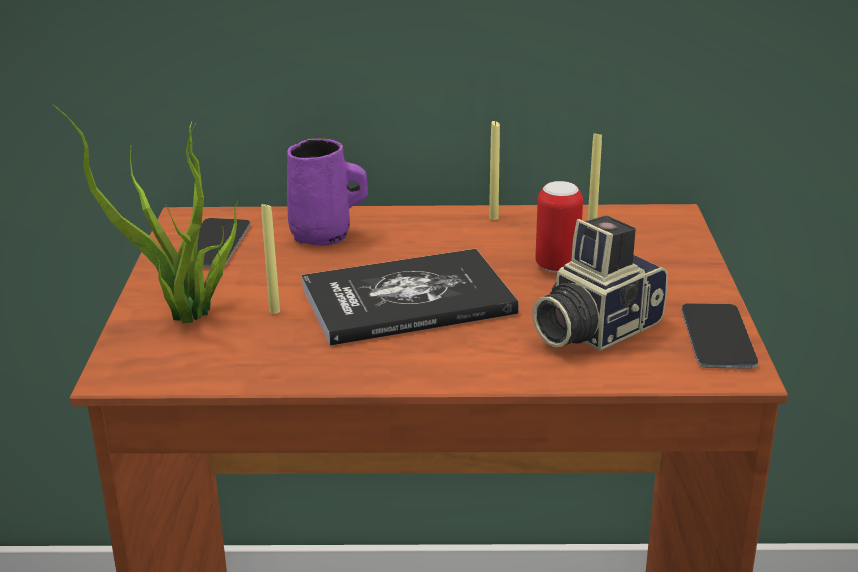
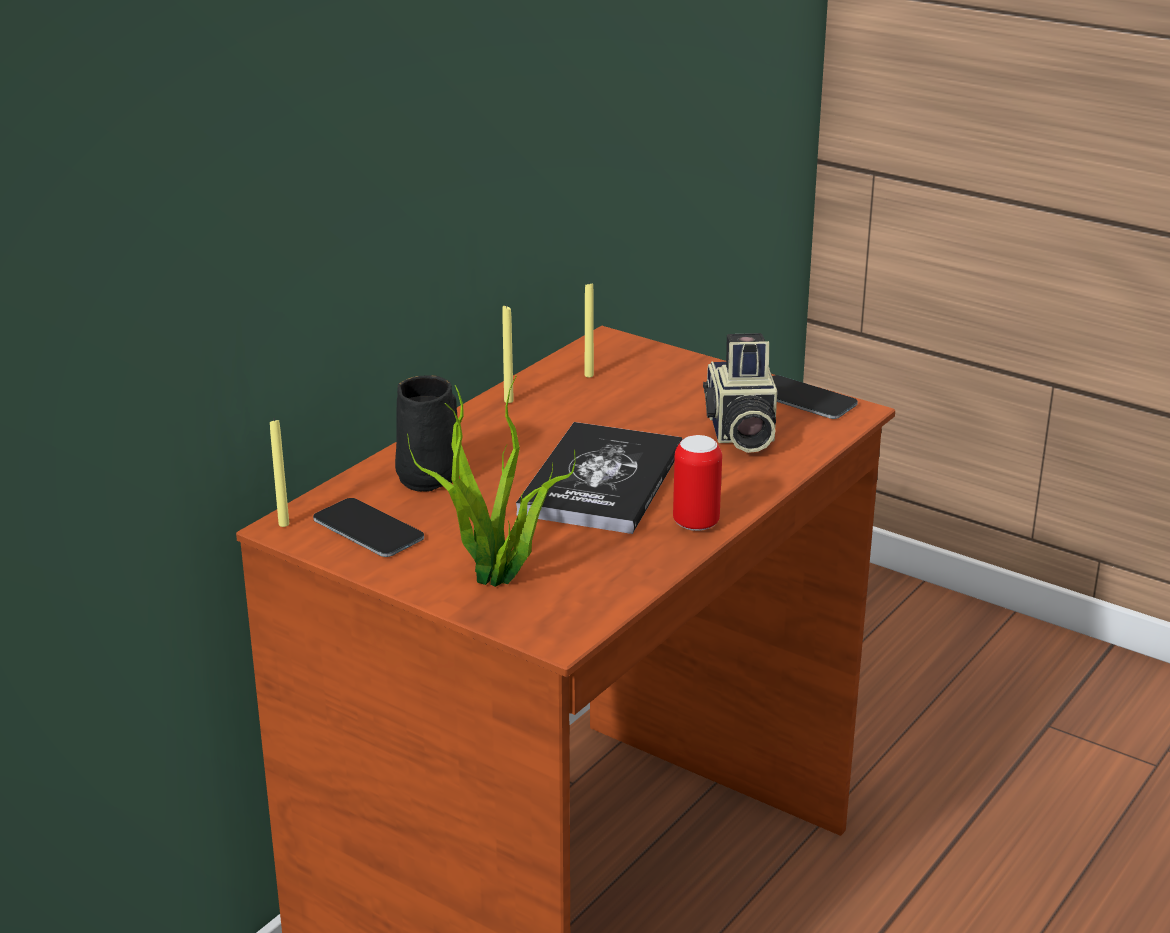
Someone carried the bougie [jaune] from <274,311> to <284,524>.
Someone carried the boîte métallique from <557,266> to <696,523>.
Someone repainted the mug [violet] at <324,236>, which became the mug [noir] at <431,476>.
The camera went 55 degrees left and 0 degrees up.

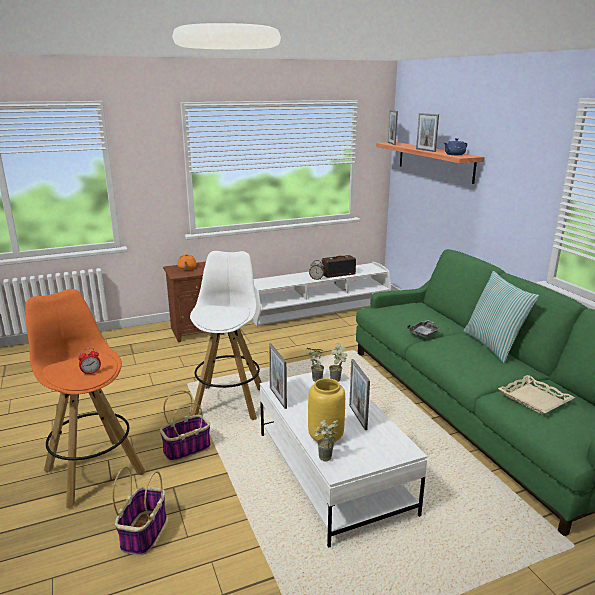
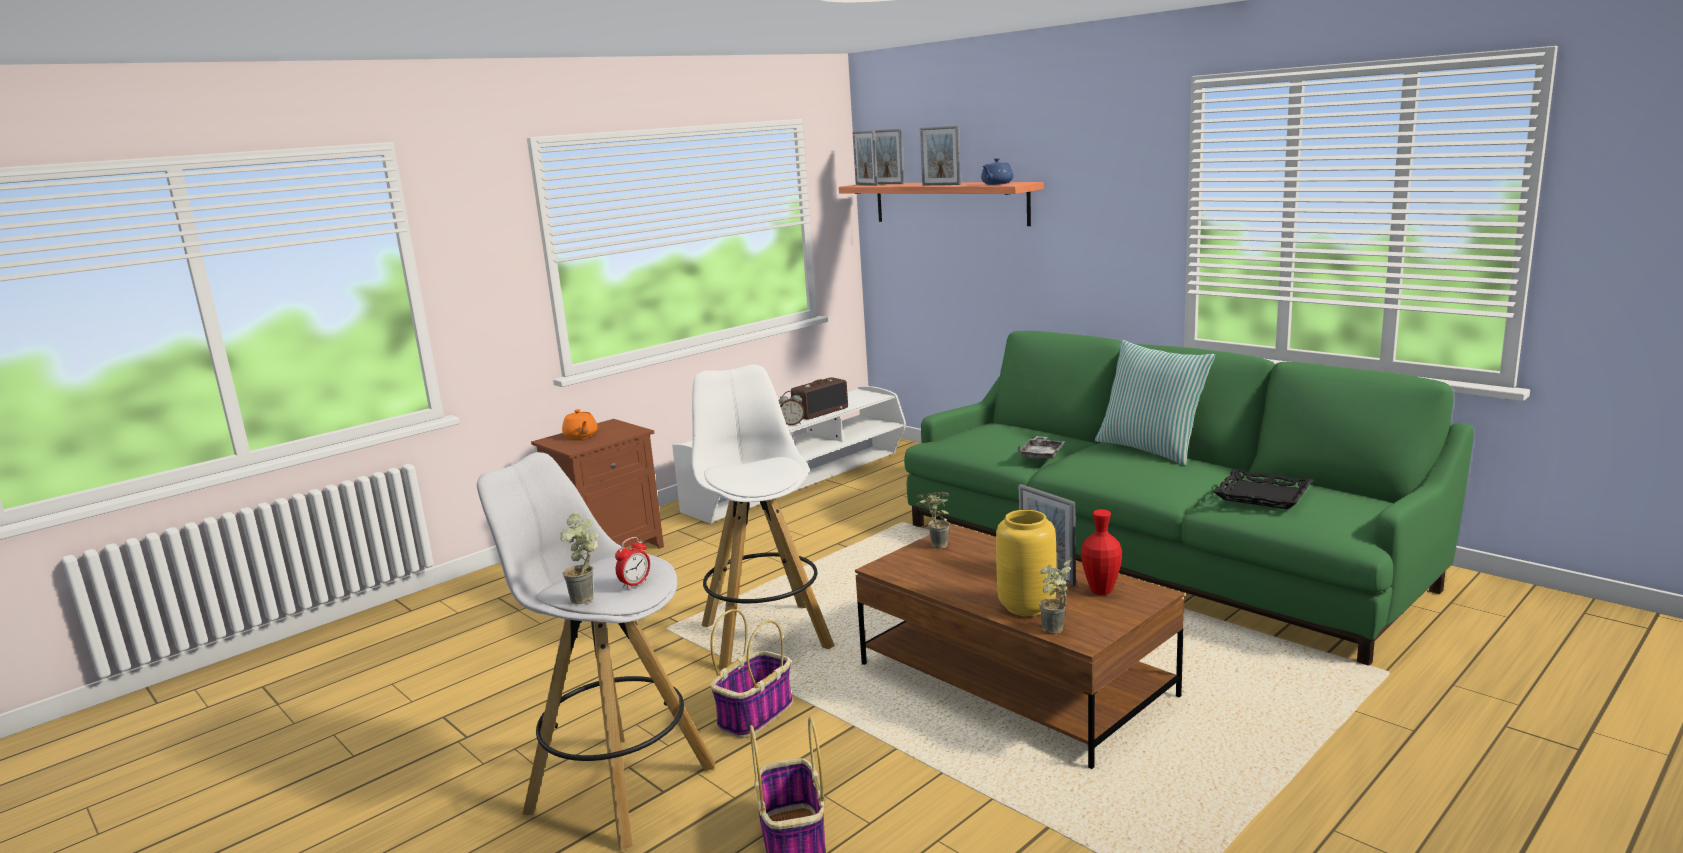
Someone put down the vase [rouge] at <1101,591>.
Someone carried the cadre photo from <278,397> to <887,184>.
Someone carried the plante en pot from <338,380> to <589,599>.
Someone repainted the tabouret [orange] at <94,471>, which became the tabouret [blanc] at <618,788>.
Someone repainted the table basse [blanc] at <333,472>, which became the table basse [marron] at <1014,680>.
Someone repainted the plateau [beige] at <534,399>, which became the plateau [noir] at <1262,495>.
The camera went 20 degrees left and 5 degrees down.

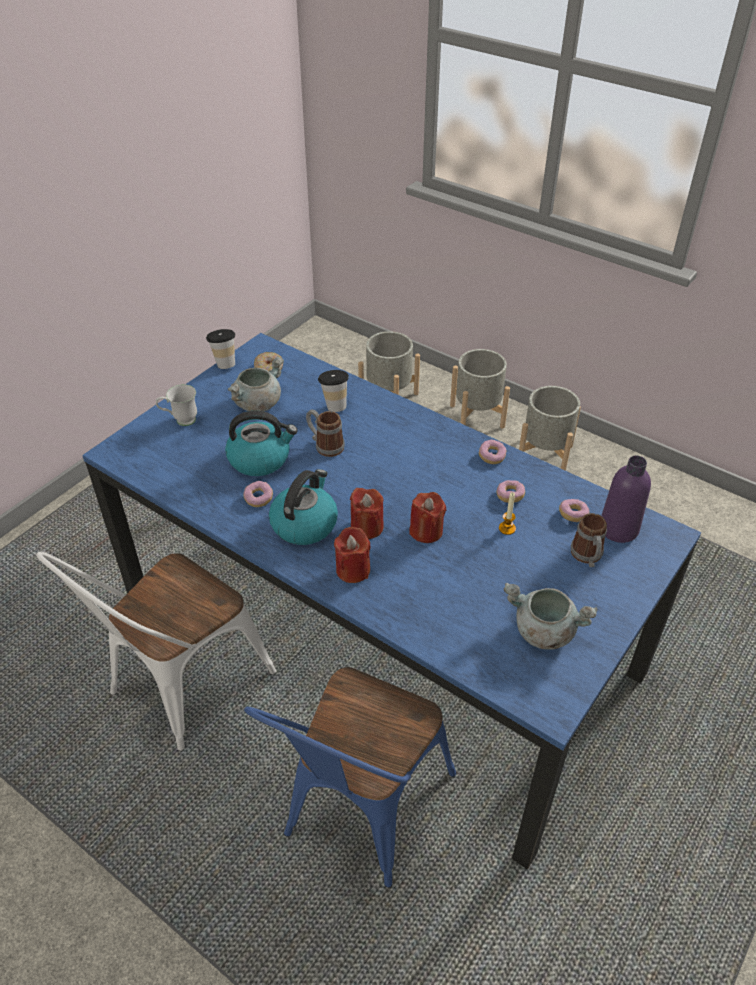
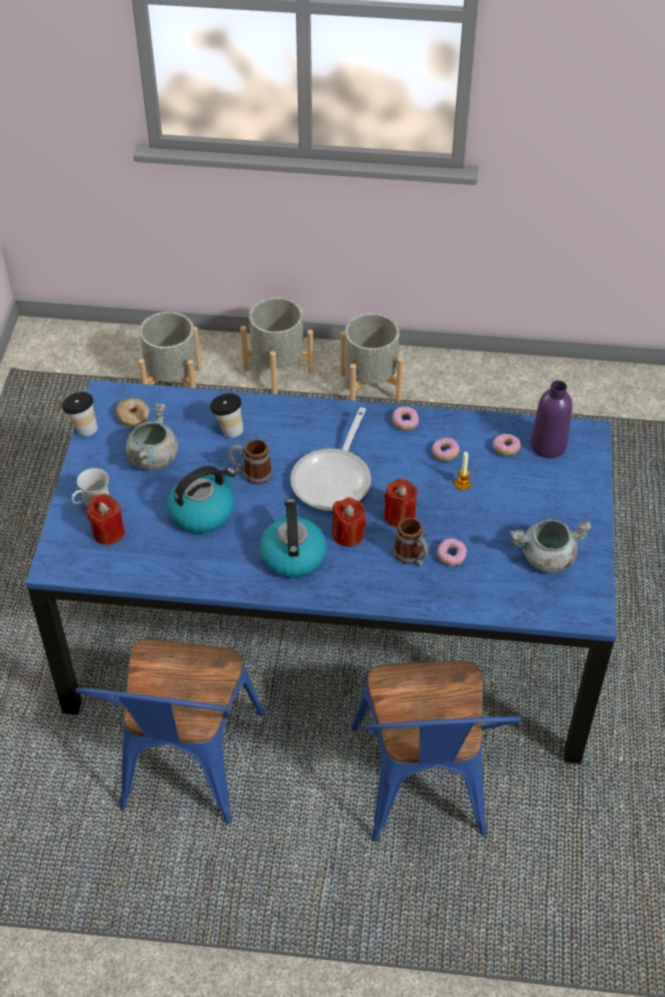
Someone put down the poêle at <334,479>.
Someone carried the beignet from <258,499> to <451,556>.
Someone carried the bougie [rouge] from <353,570> to <108,532>.
Someone carried the mug from <587,557> to <412,557>.
Someone repainted the chaise [blanc] at <180,689>, which became the chaise [bleu] at <185,771>.
The camera went 30 degrees left and 5 degrees up.

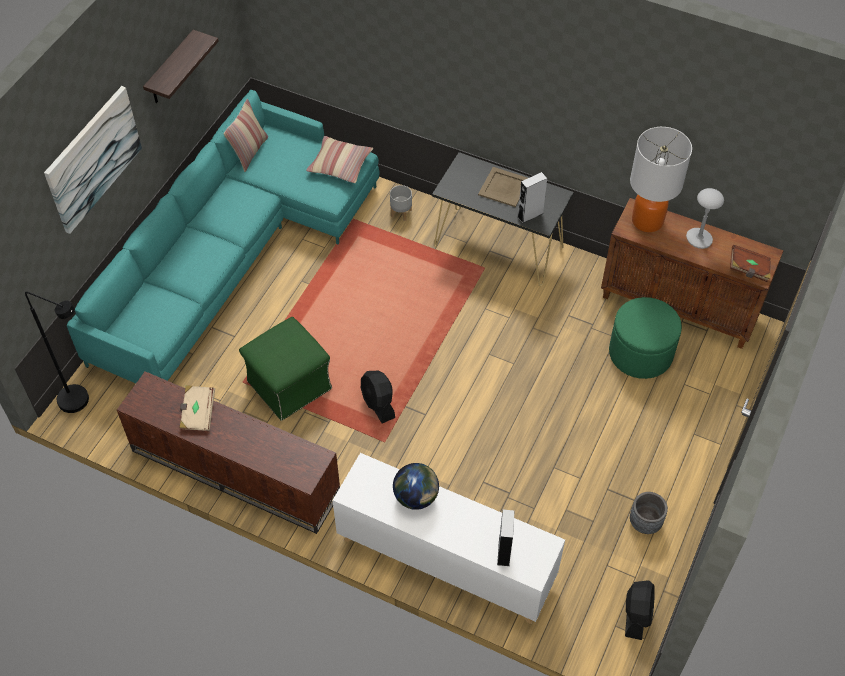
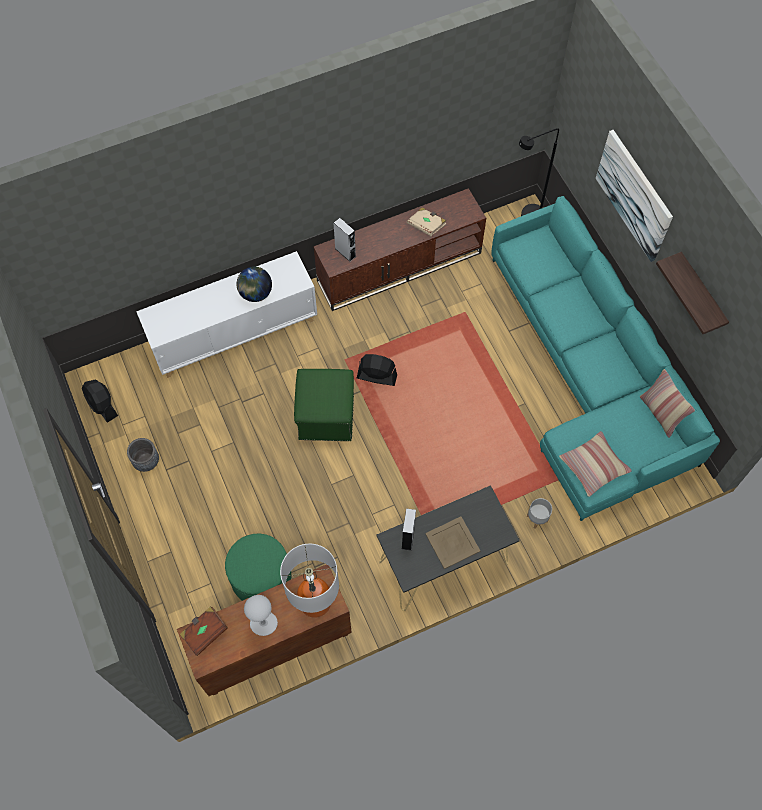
Someone carried the pouf [vert] from <288,385> to <326,415>.
Someone carried the enceinte [gris] from <504,551> to <345,252>.
The camera went 130 degrees right and 10 degrees up.

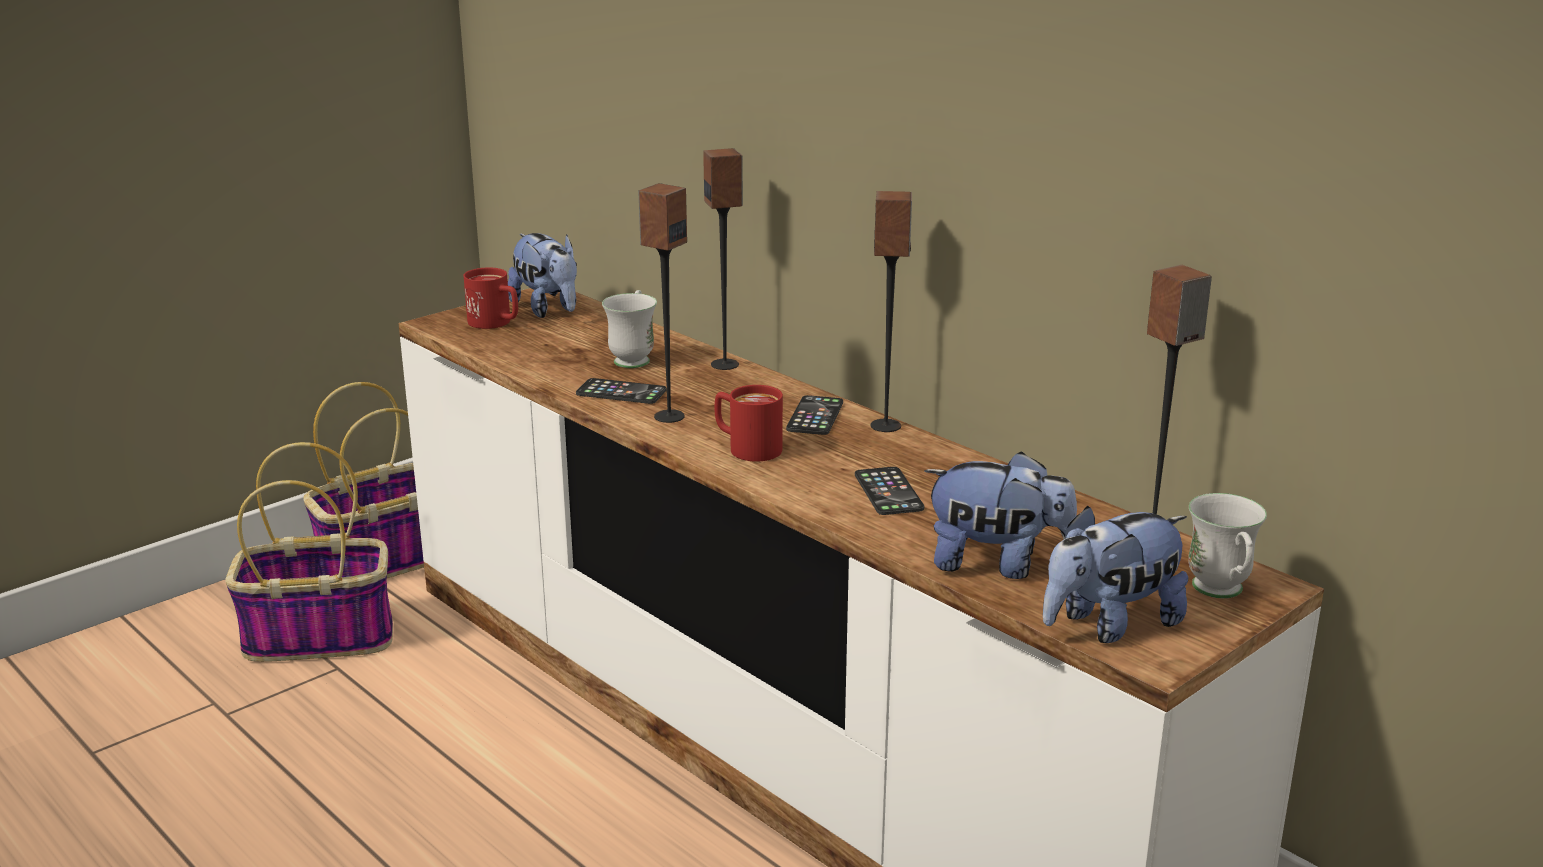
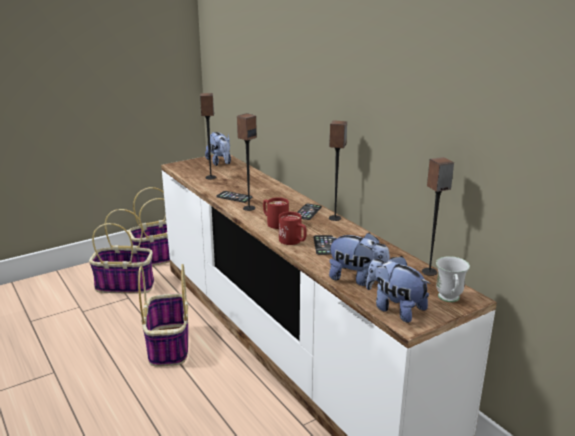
Someone took away the mug [blanc] at <634,358>.
Someone put down the panier at <168,345>.
Someone carried the mug [rouge] from <496,323> to <293,242>.
Someone carried the enceinte from <725,364> to <211,177>.
Someone rotated the peluche at <1110,625> by 60 degrees clockwise.
The camera went 10 degrees right and 0 degrees up.

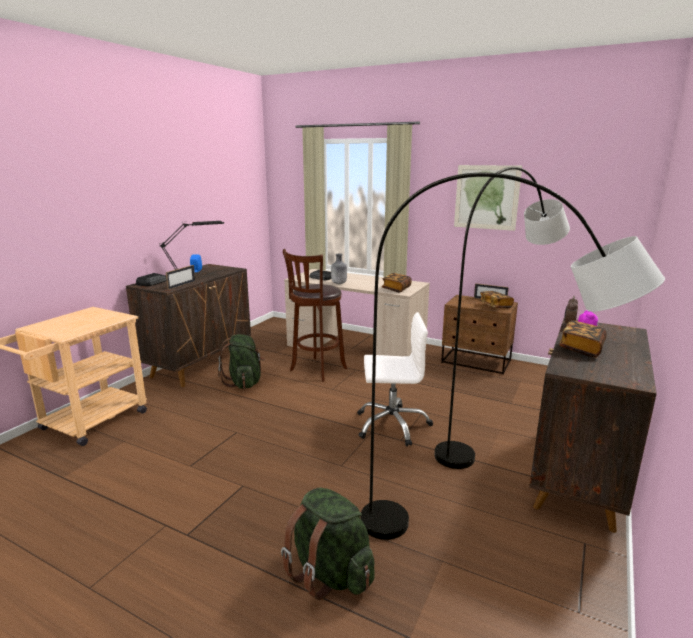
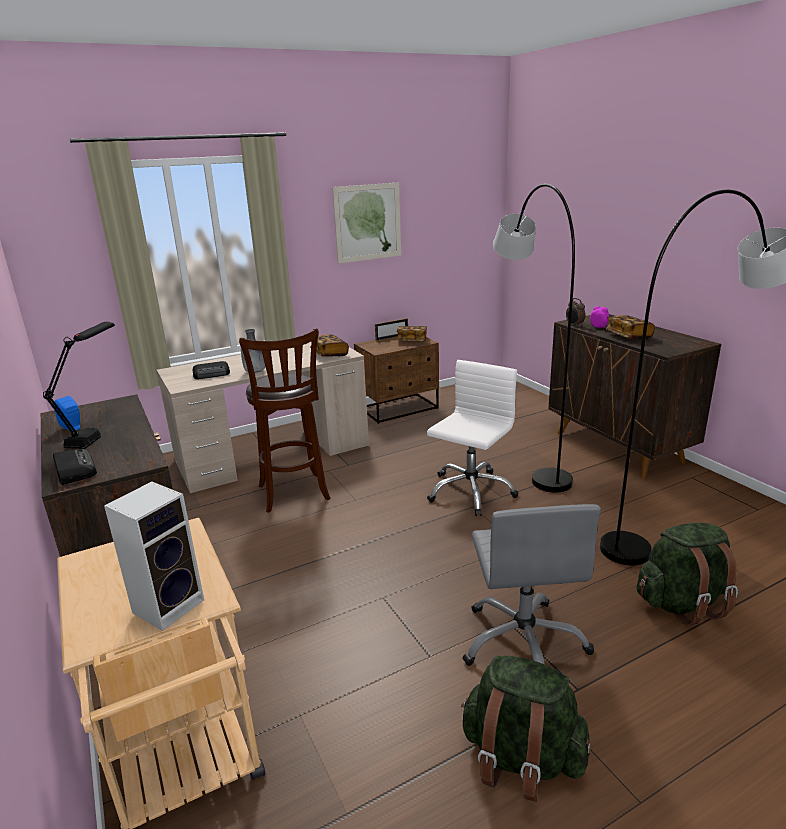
Someone took away the cadre photo at <182,285>.
Someone put down the enceinte at <170,604>.
Someone put down the chaise de bureau [gris] at <524,643>.
Someone carried the sac à dos [vert] from <244,382> to <521,758>.
The camera went 55 degrees left and 5 degrees up.

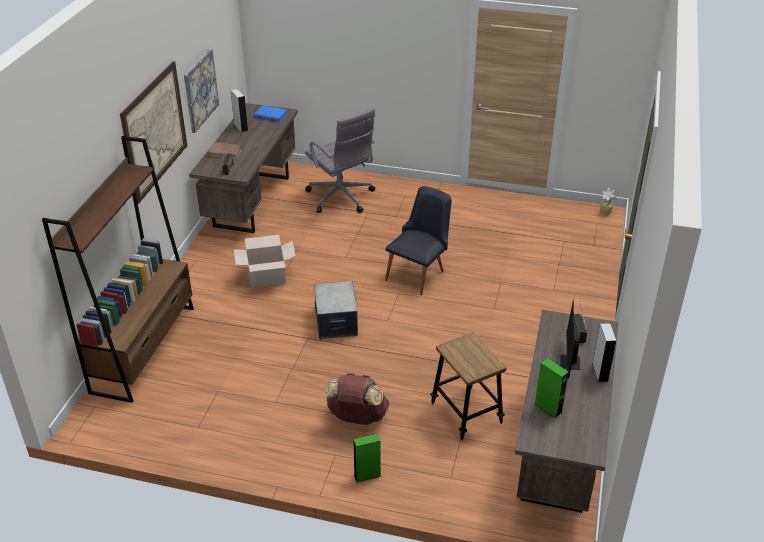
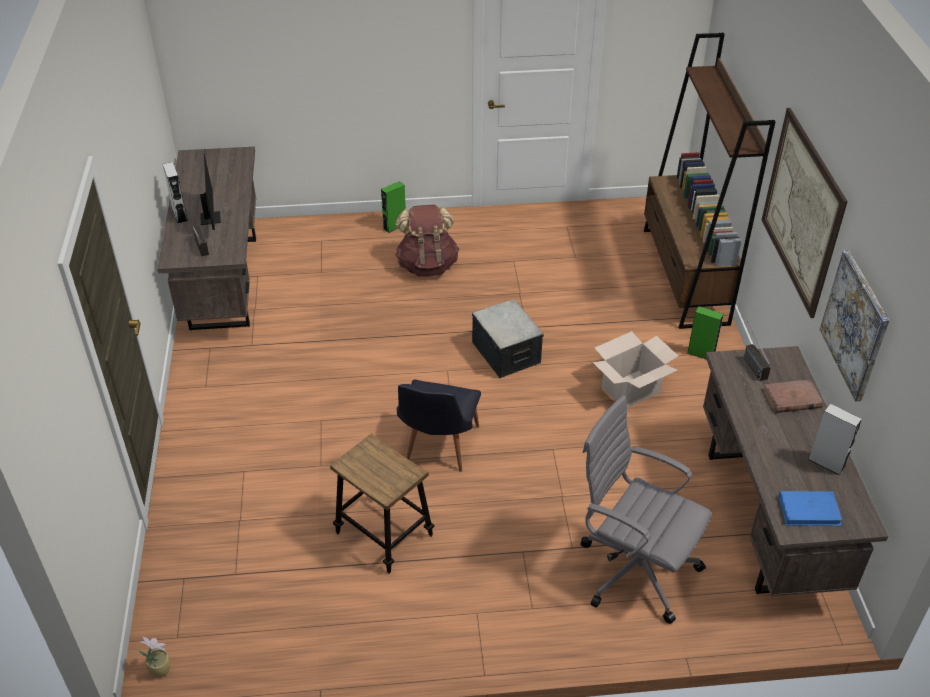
Someone carried the tabouret from <466,413> to <384,534>.
Someone carried the enceinte [vert] from <548,408> to <701,354>.
The camera went 160 degrees right and 5 degrees up.

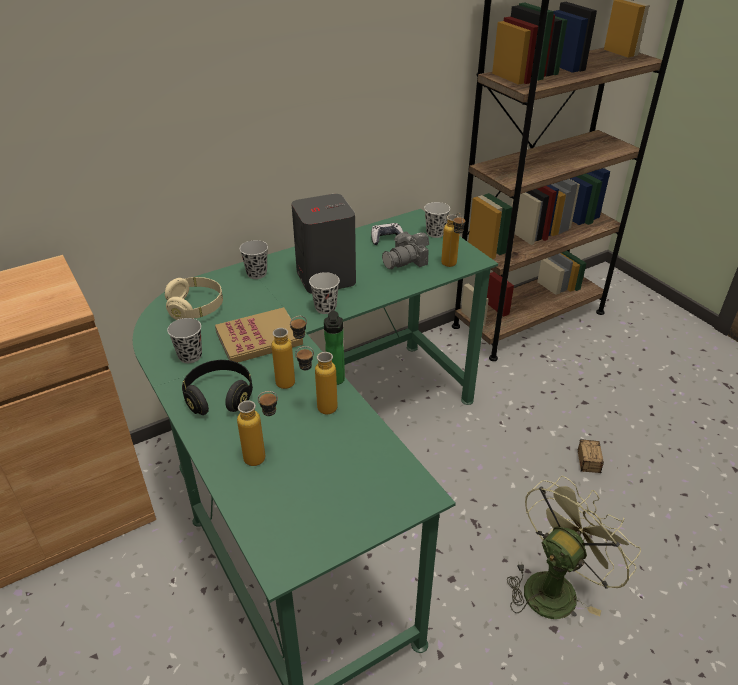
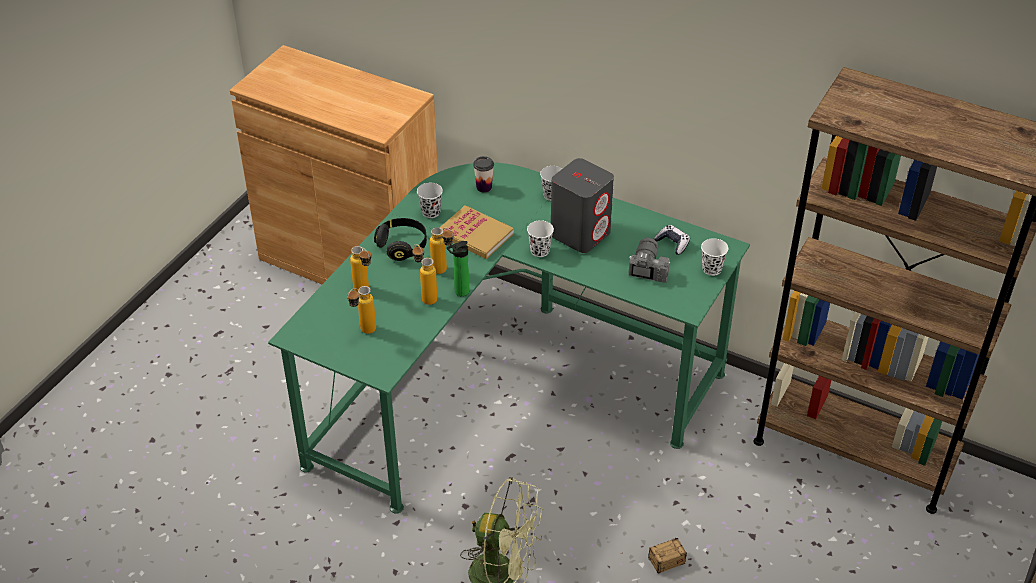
Someone carried the bouteille from <451,266> to <363,332>.
Someone swapped the casque audio [beige] at <196,308> for the tasse at <484,187>.
Someone rotated the appareil photo at <406,261> by 75 degrees clockwise.
The camera went 60 degrees right and 5 degrees up.

